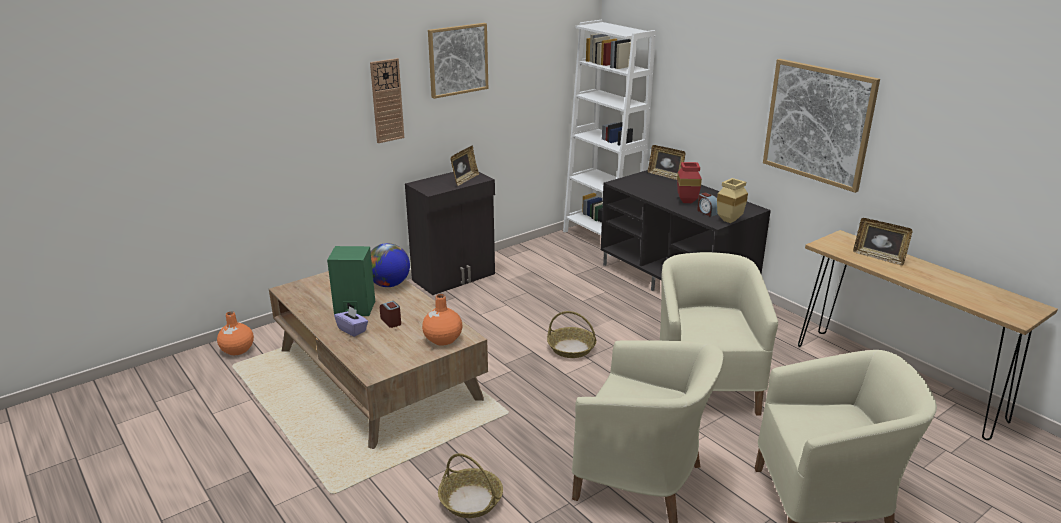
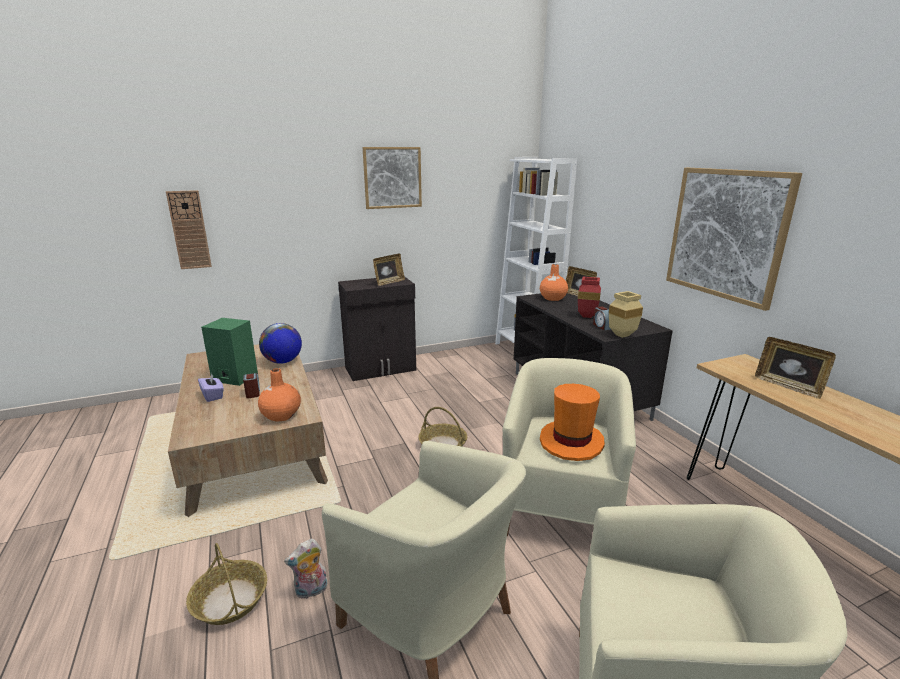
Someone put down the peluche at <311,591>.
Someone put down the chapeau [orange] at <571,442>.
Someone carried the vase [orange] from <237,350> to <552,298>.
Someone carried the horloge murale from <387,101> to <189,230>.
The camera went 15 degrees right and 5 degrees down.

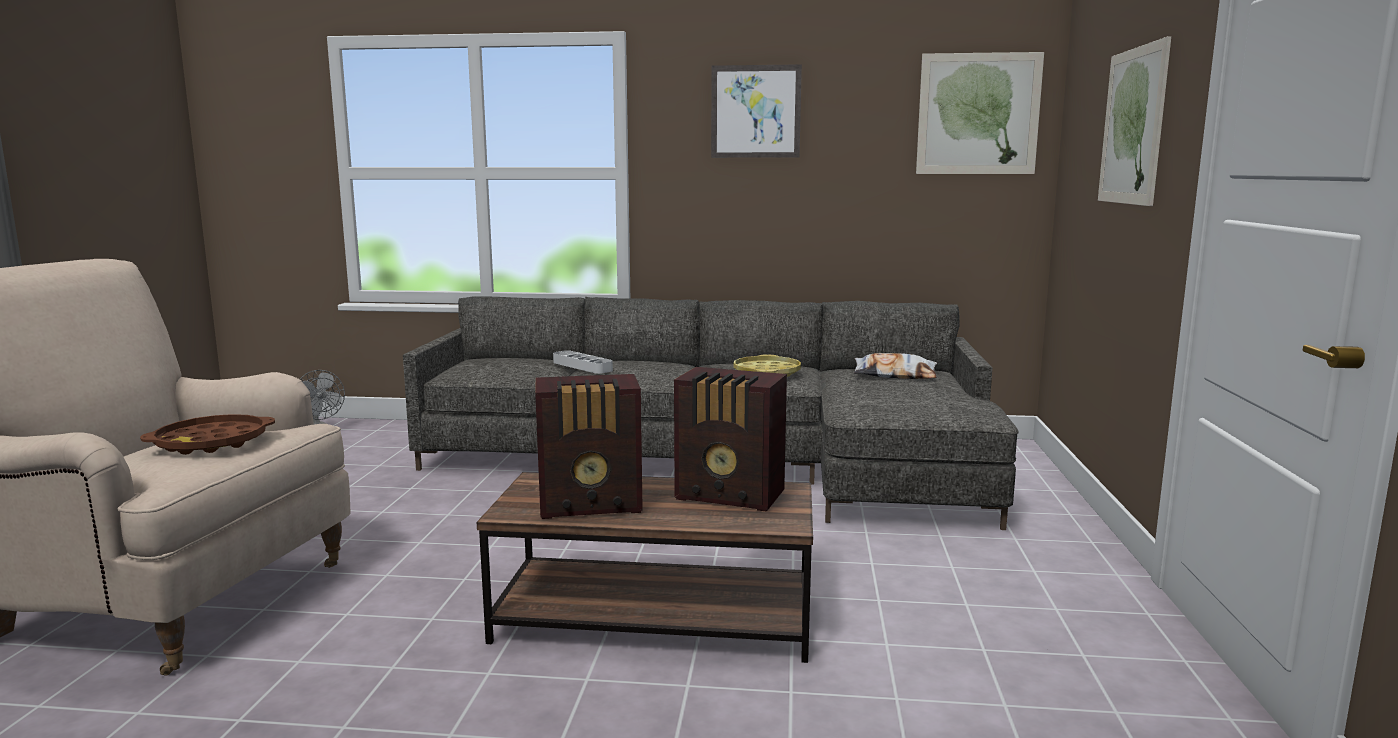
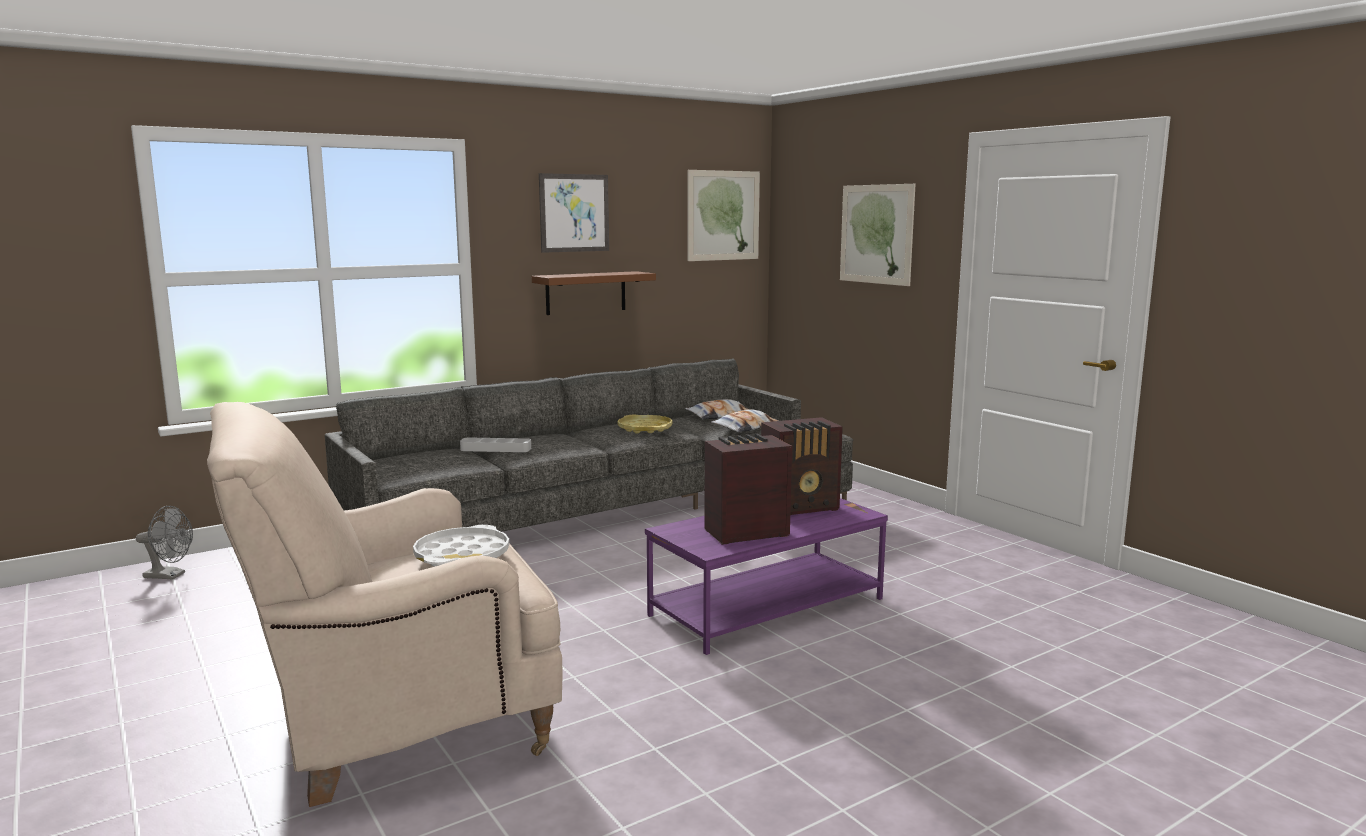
Someone put up the étagère [marron] at <586,293>.
Someone put down the coussin at <746,428>.
Someone repainted the plateau [marron] at <211,442>, which became the plateau [blanc] at <462,556>.
Someone repainted the table basse [marron] at <656,616>, which became the table basse [violet] at <767,606>.
Someone rotated the radio at <592,505> by 150 degrees counterclockwise.
The camera went 40 degrees left and 0 degrees up.

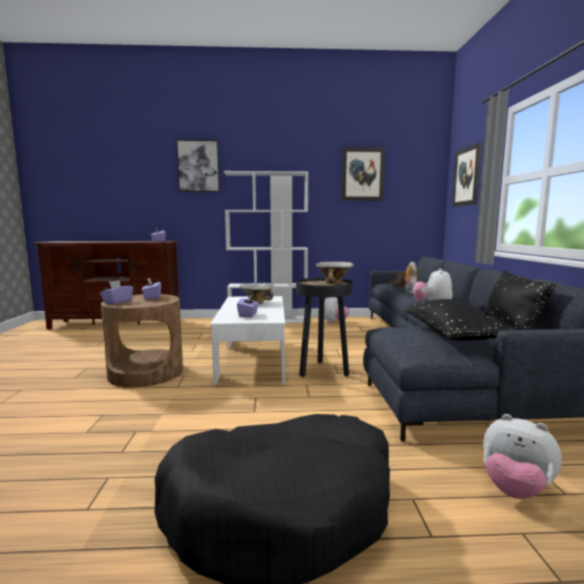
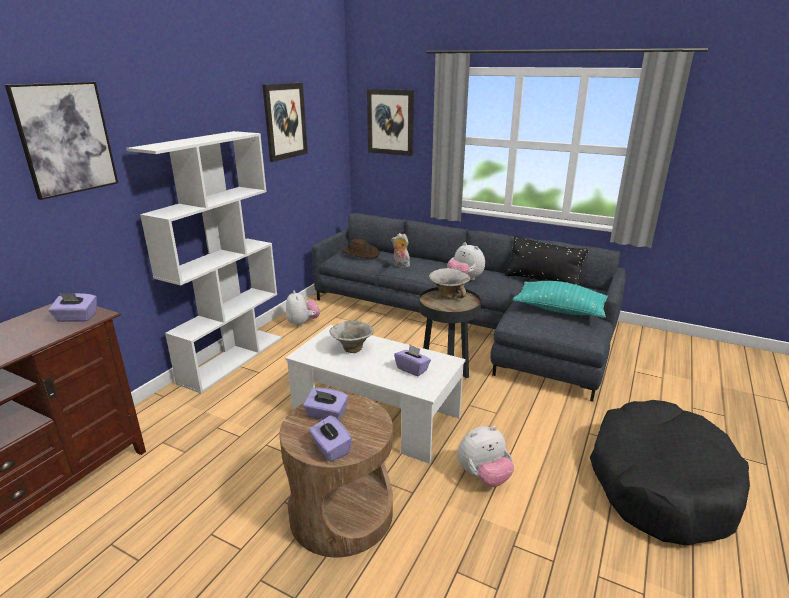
Someone carried the peluche from <515,489> to <483,476>.
Someone repainted the coussin [noir] at <451,336>, which became the coussin [turquoise] at <560,310>.
The camera went 60 degrees left and 15 degrees up.

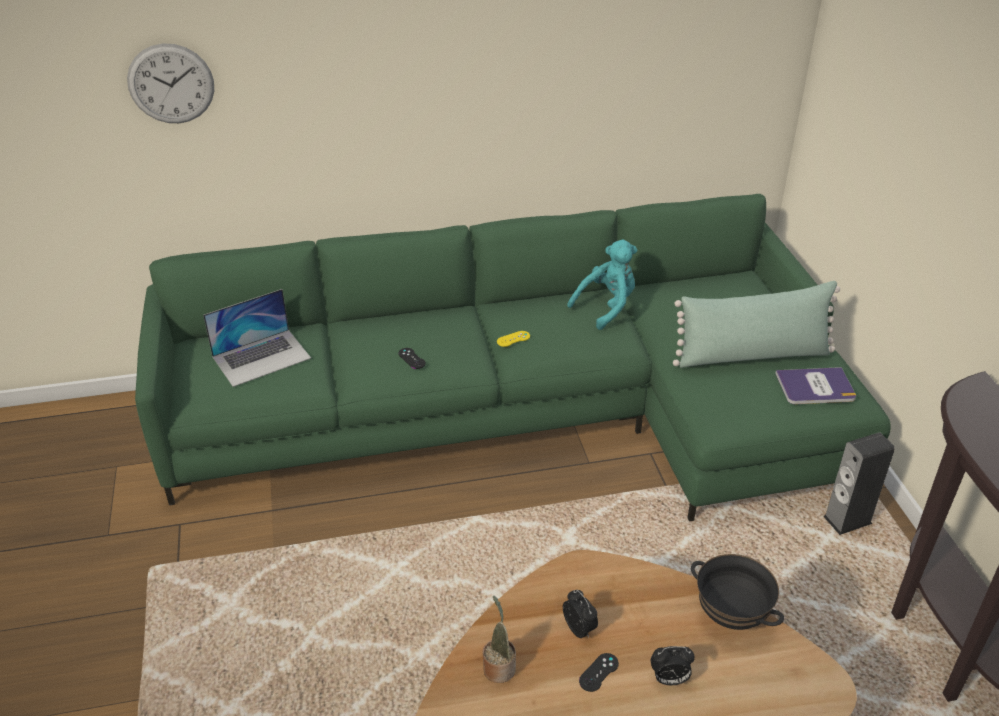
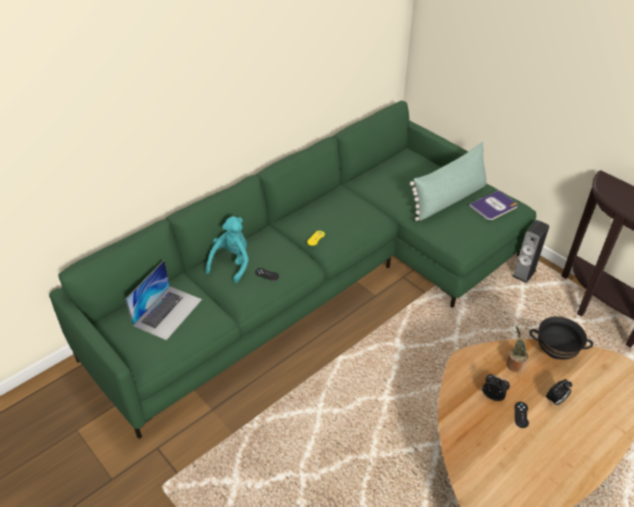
Someone took away the horloge murale at <171,84>.
Someone carried the plante en pot from <498,667> to <514,364>.
Someone carried the peluche [turquoise] from <607,307> to <232,263>.
The camera went 30 degrees left and 5 degrees up.

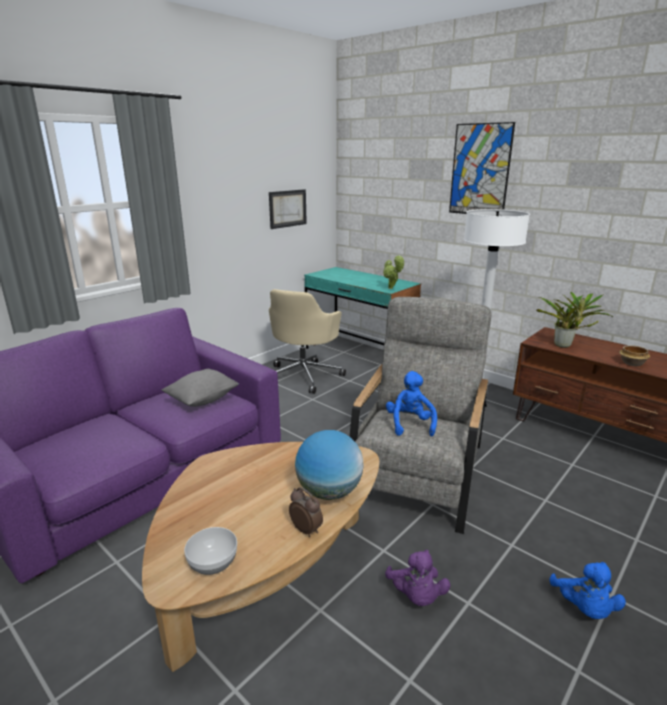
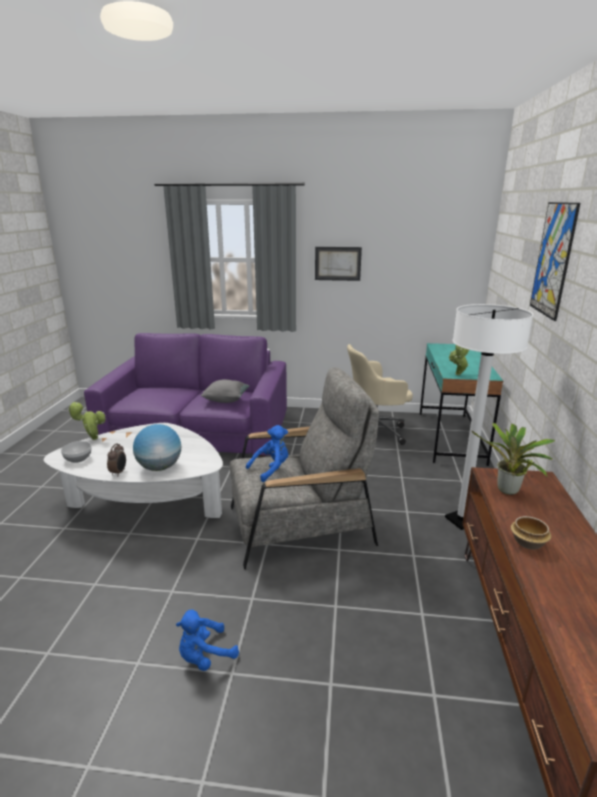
Someone took away the peluche [violet] at <416,596>.
Someone put down the plante en pot at <92,439>.
Someone carried the tableau from <287,208> to <337,263>.
Someone repainted the table basse [marron] at <268,572>, which became the table basse [blanc] at <147,504>.
The camera went 55 degrees right and 0 degrees up.

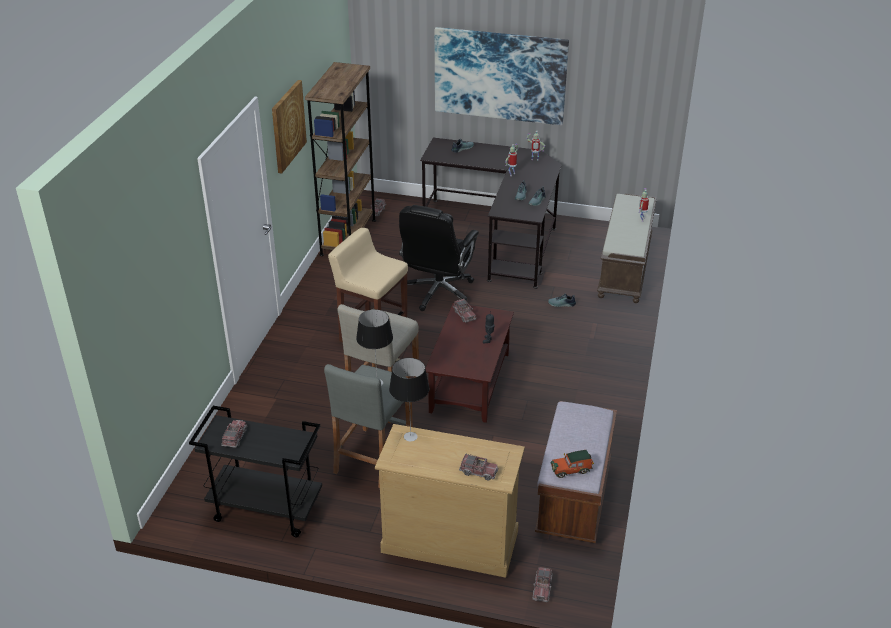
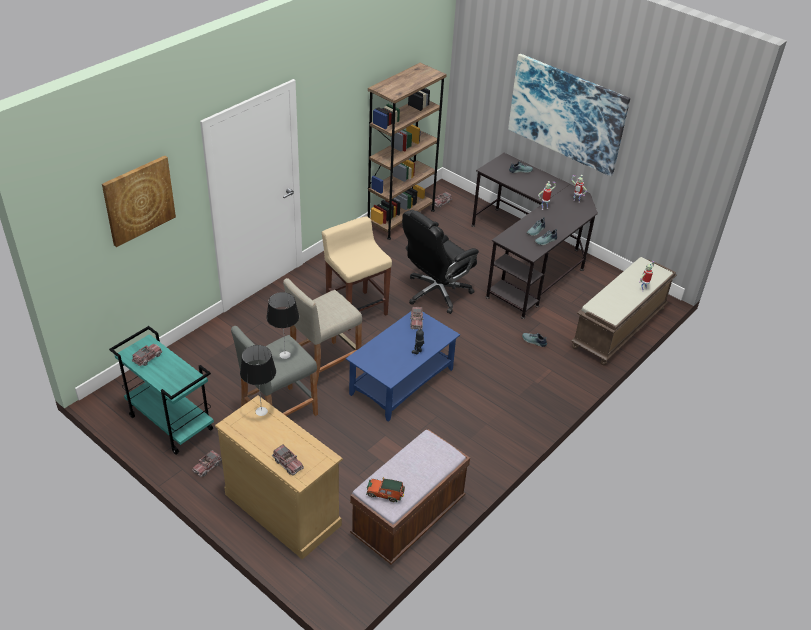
Someone carried the tableau from <287,126> to <139,200>.
Someone carried the camion jouet from <542,588> to <207,466>.
Someone repainted the chariot [noir] at <265,510>, which became the chariot [turquoise] at <170,423>.
Someone repainted the table basse [marron] at <470,383>, which became the table basse [bleu] at <401,382>.
The camera went 25 degrees right and 5 degrees up.

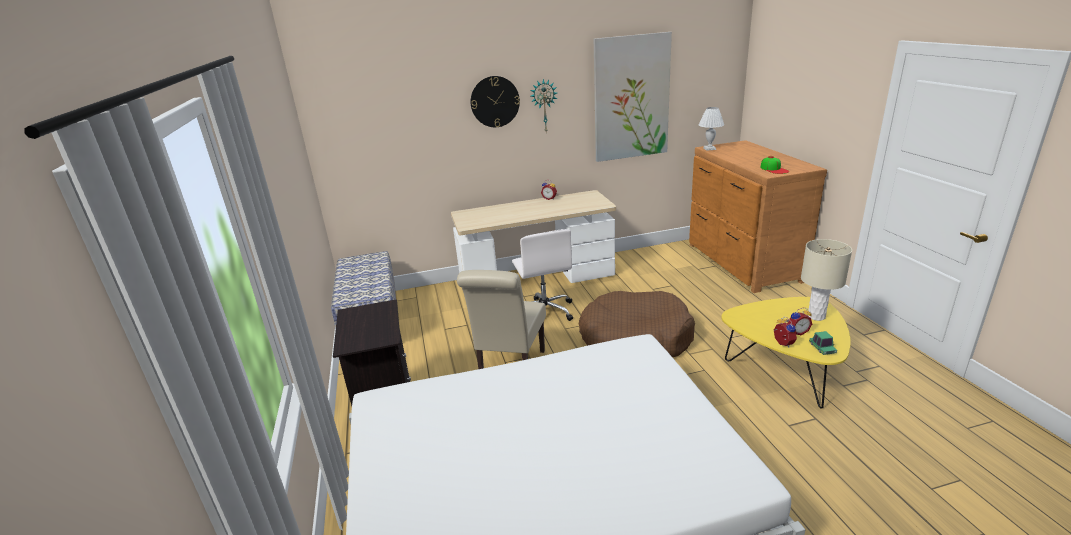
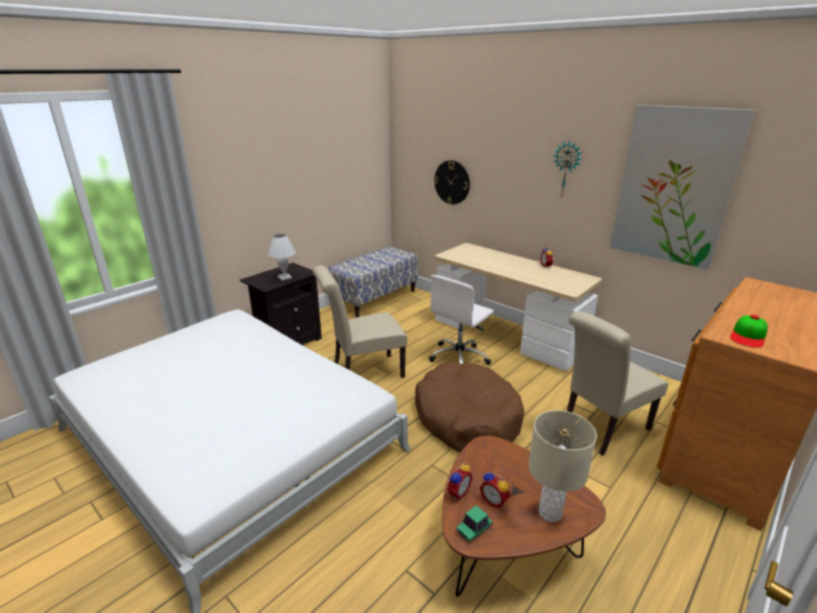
Someone put down the chaise [beige] at <601,429>.
Someone carried the horloge murale from <495,101> to <452,182>.
Someone carried the lampe de table [blanc] from <709,149> to <284,277>.
Someone repainted the table basse [jaune] at <784,372>, which became the table basse [marron] at <505,547>.
The camera went 55 degrees right and 0 degrees up.

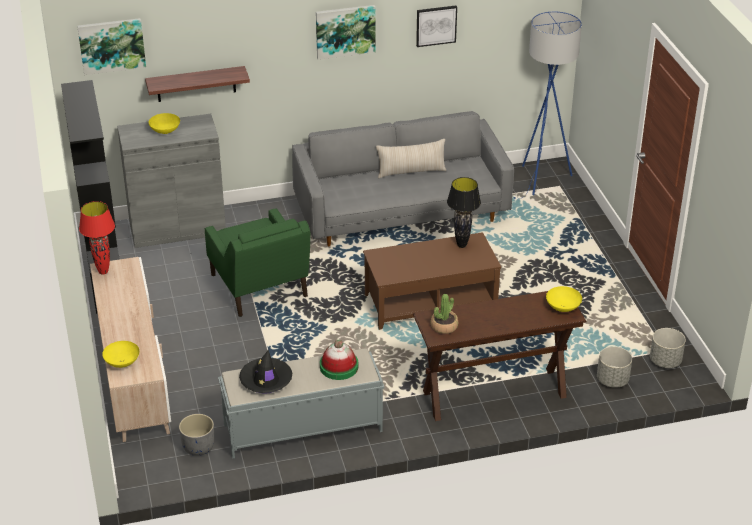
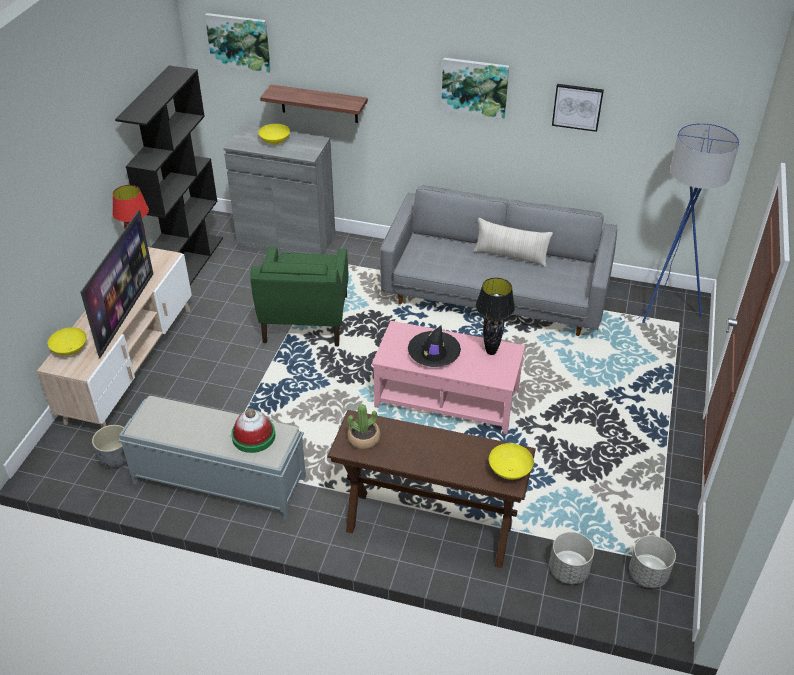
Someone put down the téléviseur at <125,313>.
Someone carried the chapeau [noir] from <266,380> to <434,354>.
Someone repainted the table basse [marron] at <430,302>, which became the table basse [rose] at <447,398>.
The camera went 30 degrees right and 5 degrees up.

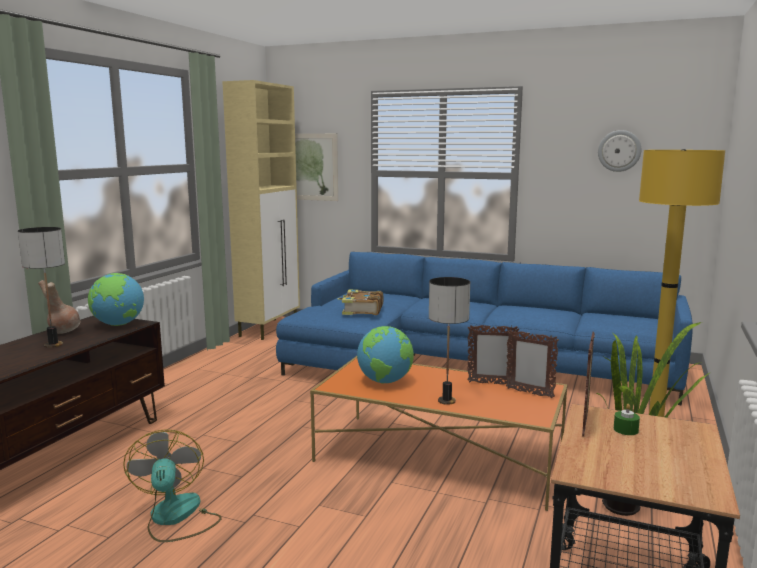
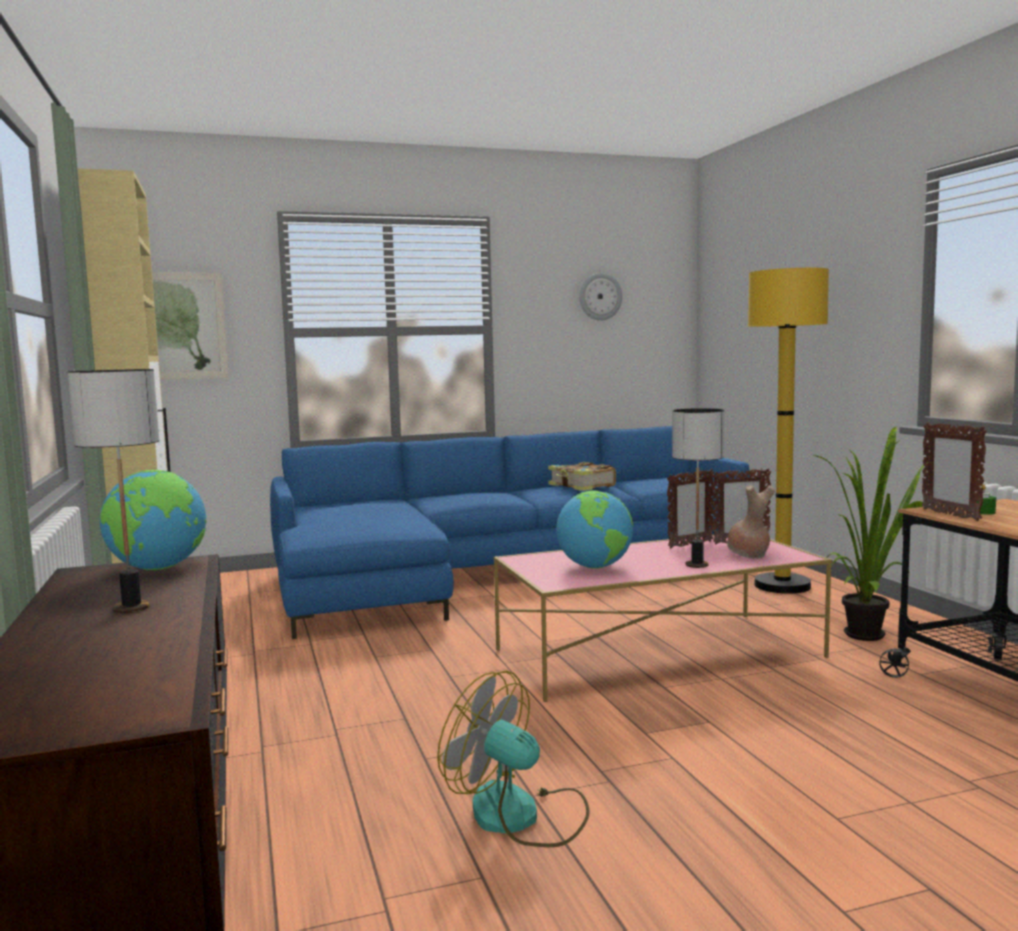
Someone carried the vase [marron] from <63,331> to <748,556>.
Someone carried the livre from <361,310> to <581,486>.
Someone repainted the table basse [orange] at <440,458>, which became the table basse [rose] at <659,653>.
The camera went 40 degrees left and 5 degrees down.

